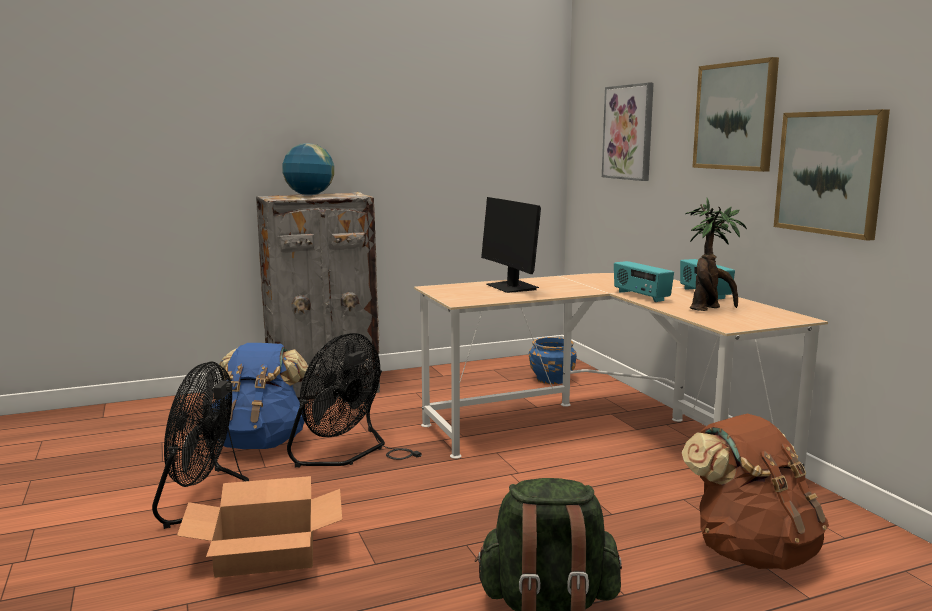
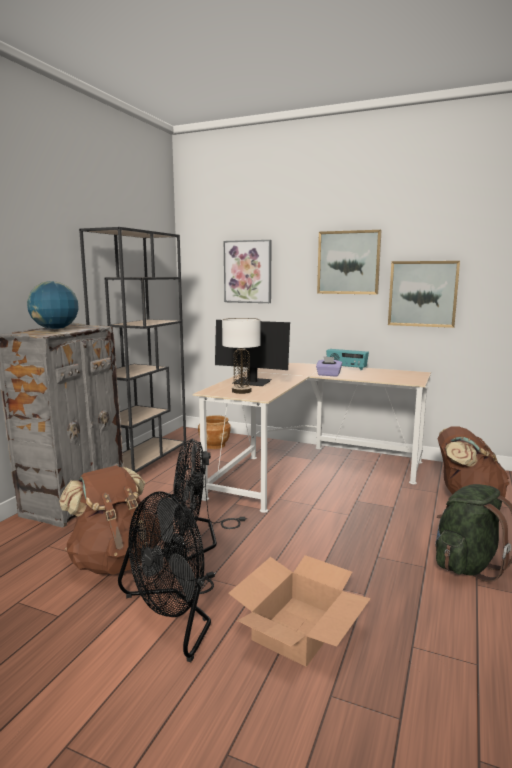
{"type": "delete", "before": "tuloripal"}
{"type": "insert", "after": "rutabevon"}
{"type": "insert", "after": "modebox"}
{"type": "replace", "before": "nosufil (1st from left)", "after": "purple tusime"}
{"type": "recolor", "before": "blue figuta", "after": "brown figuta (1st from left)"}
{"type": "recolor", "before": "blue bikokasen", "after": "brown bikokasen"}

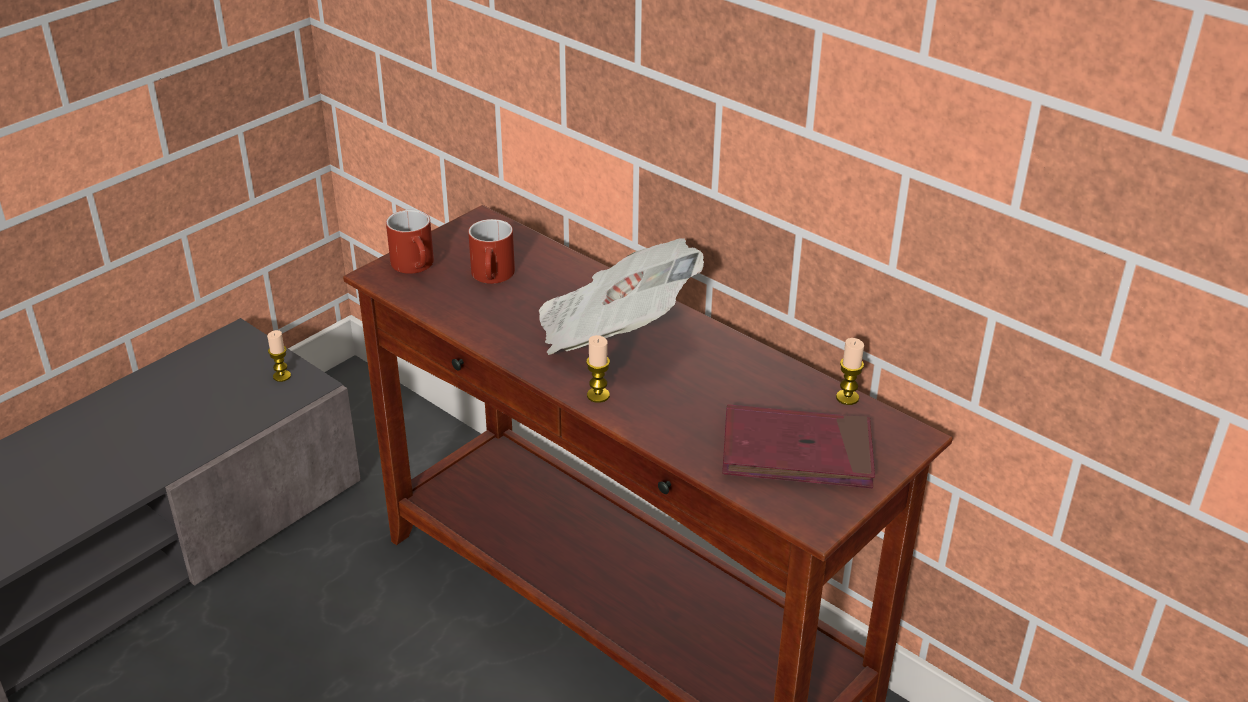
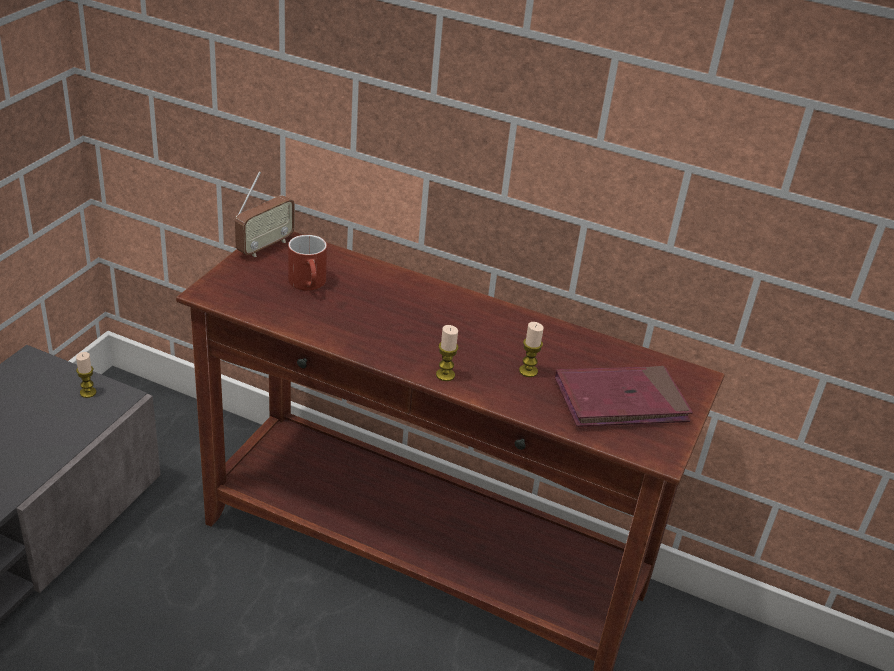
{"type": "delete", "before": "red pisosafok (1st from left)"}
{"type": "delete", "before": "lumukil"}
{"type": "insert", "after": "nosufil"}
{"type": "move", "before": "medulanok (3rd from left)"}

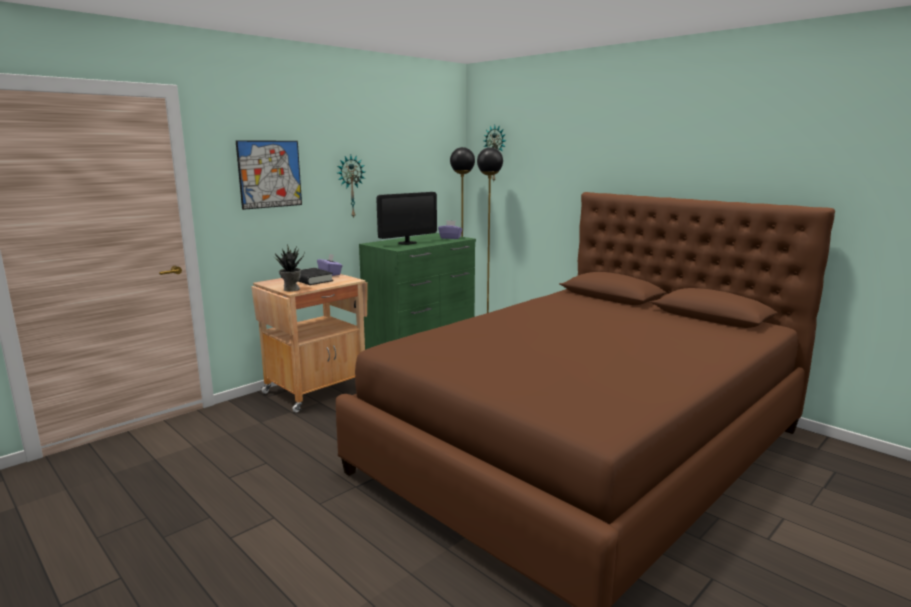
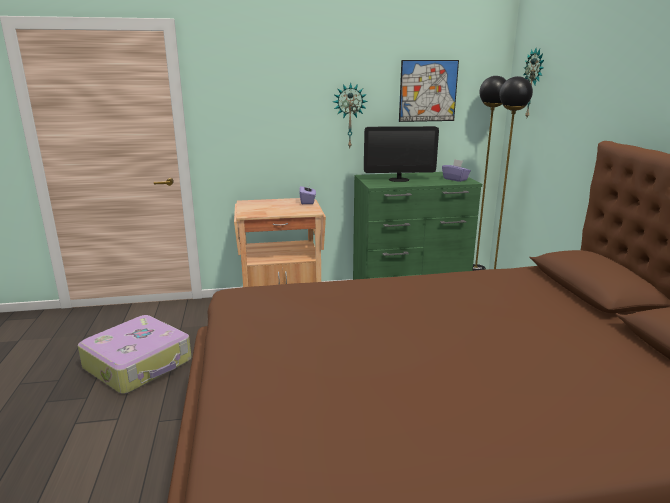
{"type": "delete", "before": "tuloripal"}
{"type": "delete", "before": "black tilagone"}
{"type": "insert", "after": "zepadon"}
{"type": "move", "before": "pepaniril"}

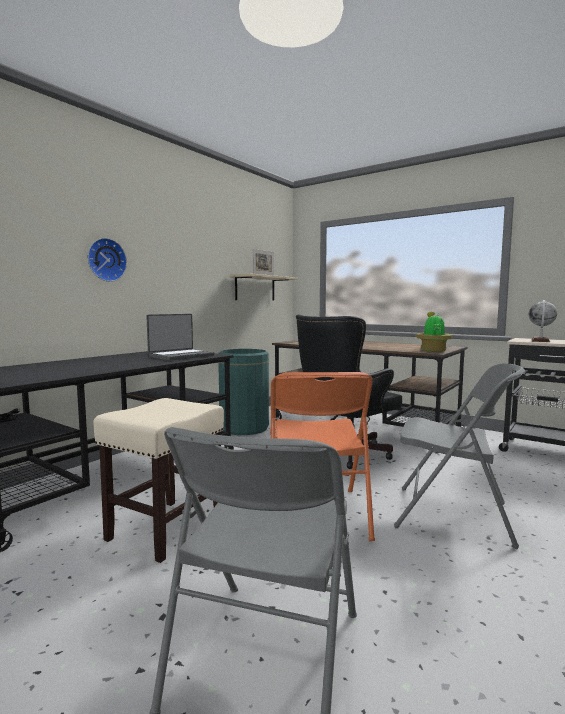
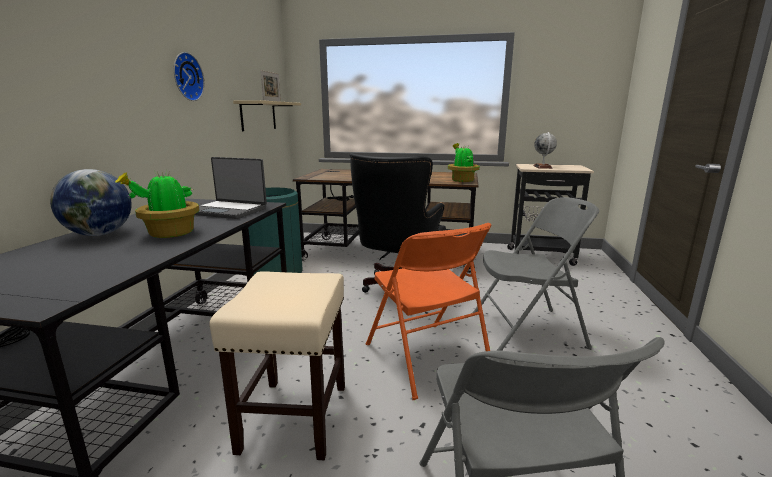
{"type": "insert", "after": "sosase (1st from left)"}
{"type": "insert", "after": "tuloripal (1st from left)"}
{"type": "move", "before": "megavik"}
{"type": "rotate", "before": "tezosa", "turn": 90}

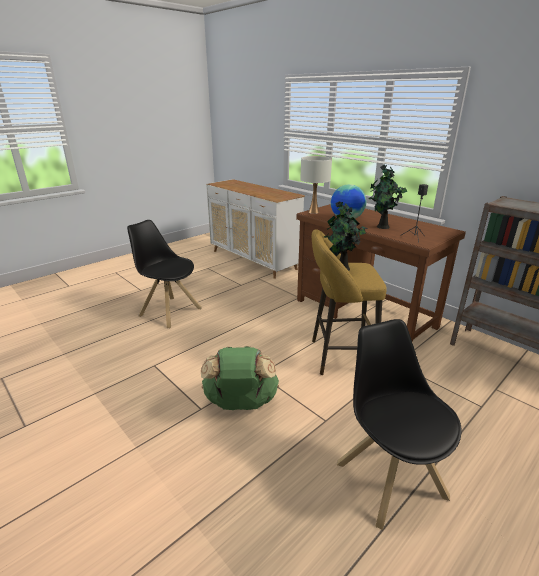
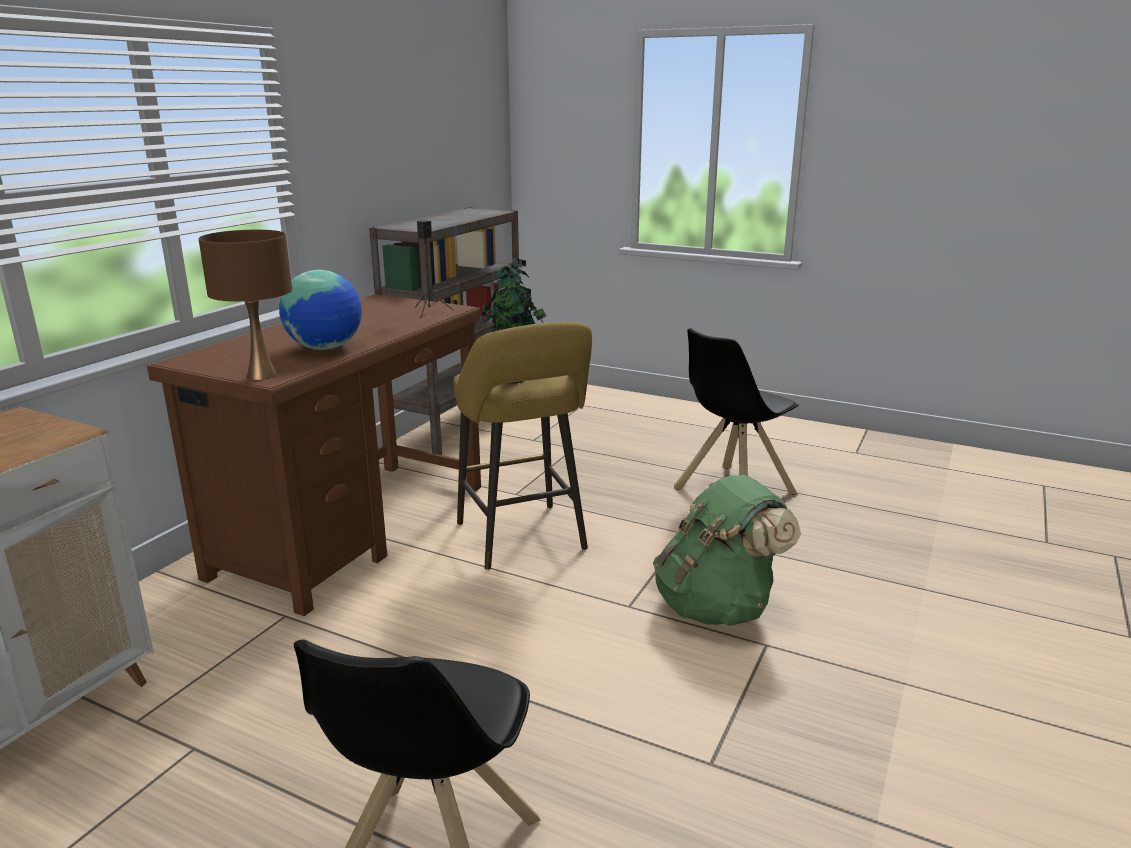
{"type": "delete", "before": "tuloripal (2nd from left)"}
{"type": "recolor", "before": "white modebox", "after": "brown modebox"}

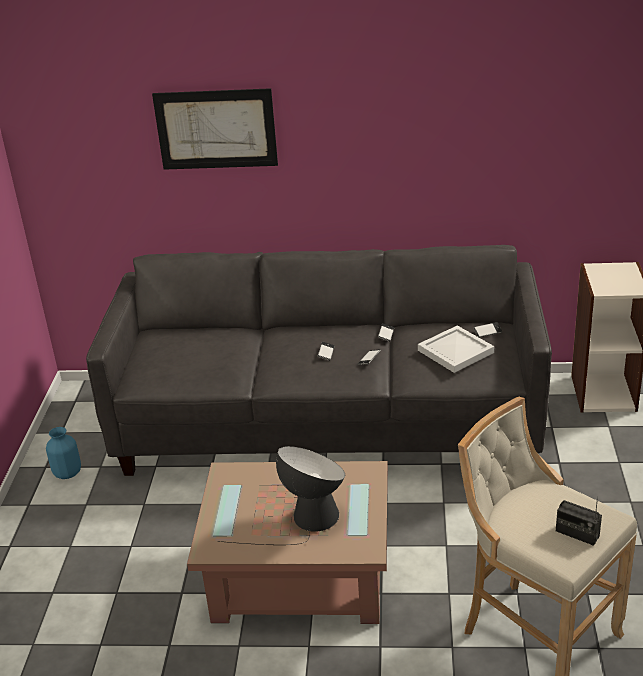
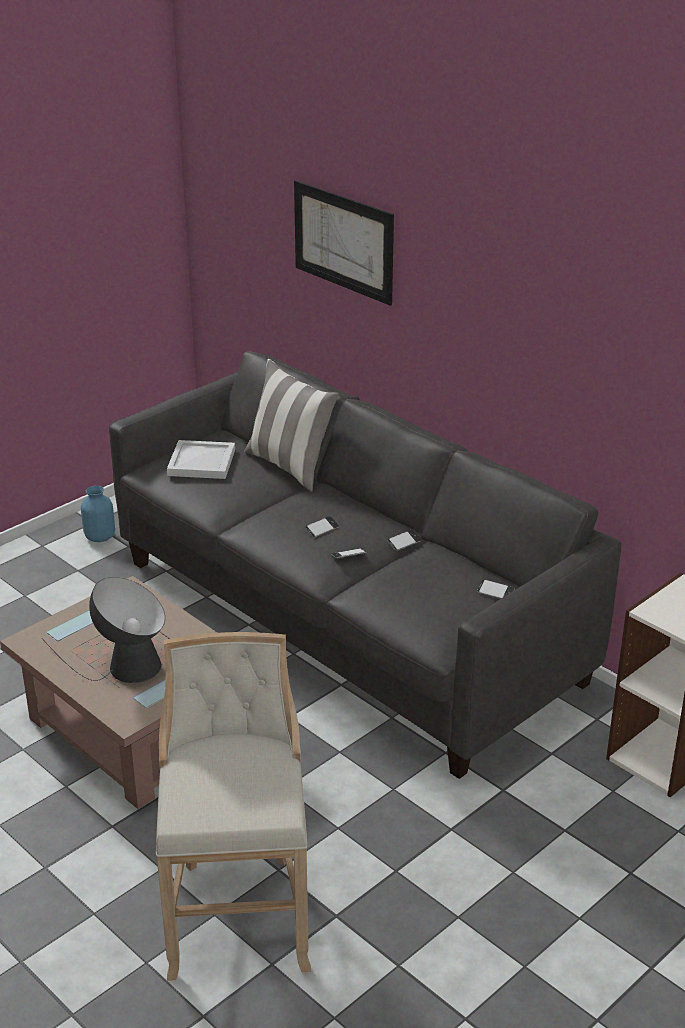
{"type": "delete", "before": "nosufil"}
{"type": "insert", "after": "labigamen"}
{"type": "move", "before": "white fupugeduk"}

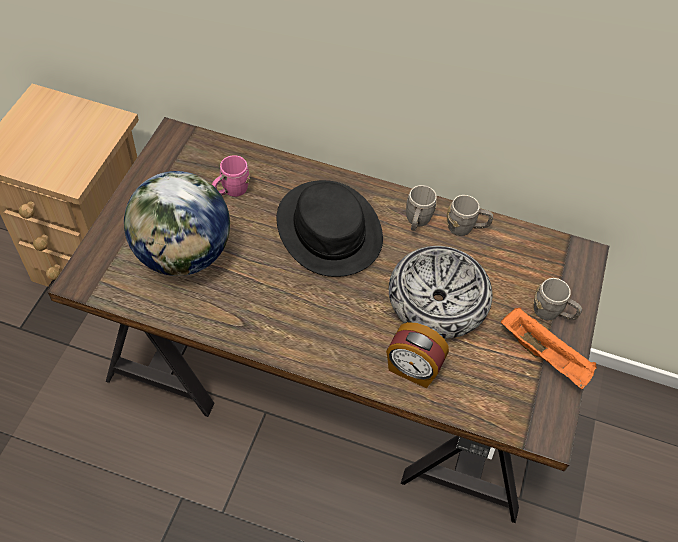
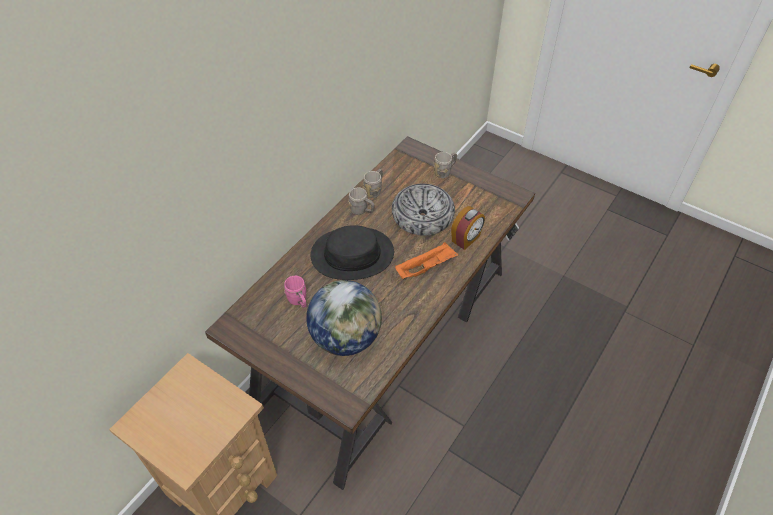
{"type": "move", "before": "orange fupugeduk"}

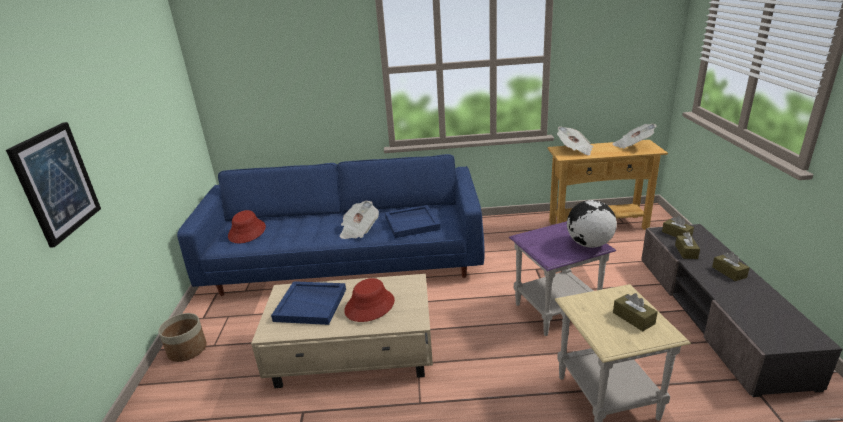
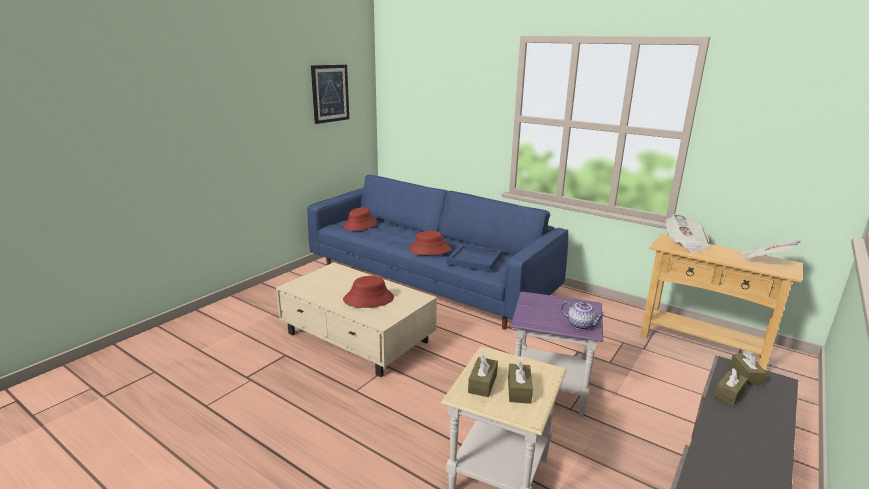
{"type": "delete", "before": "bikokasen"}
{"type": "delete", "before": "blue fupugeduk (1st from left)"}
{"type": "move", "before": "pepaniril"}
{"type": "move", "before": "brown tusime (4th from left in the first image)", "after": "brown tusime (1st from left)"}
{"type": "replace", "before": "lumukil (1st from left)", "after": "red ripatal (3rd from left)"}
{"type": "replace", "before": "sosase", "after": "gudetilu"}

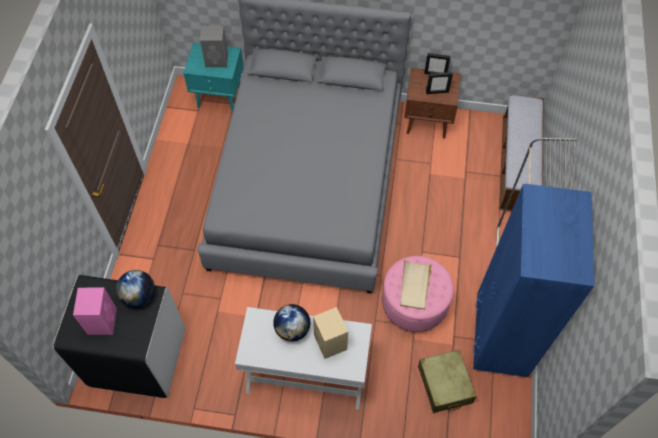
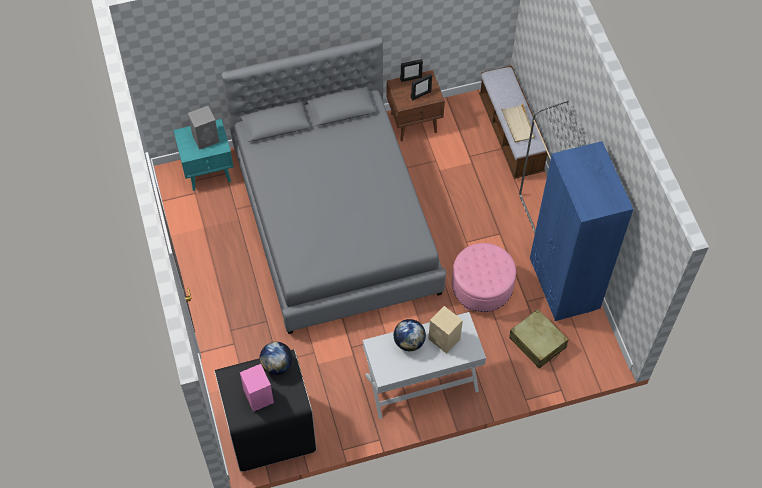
{"type": "move", "before": "beige fupugeduk"}

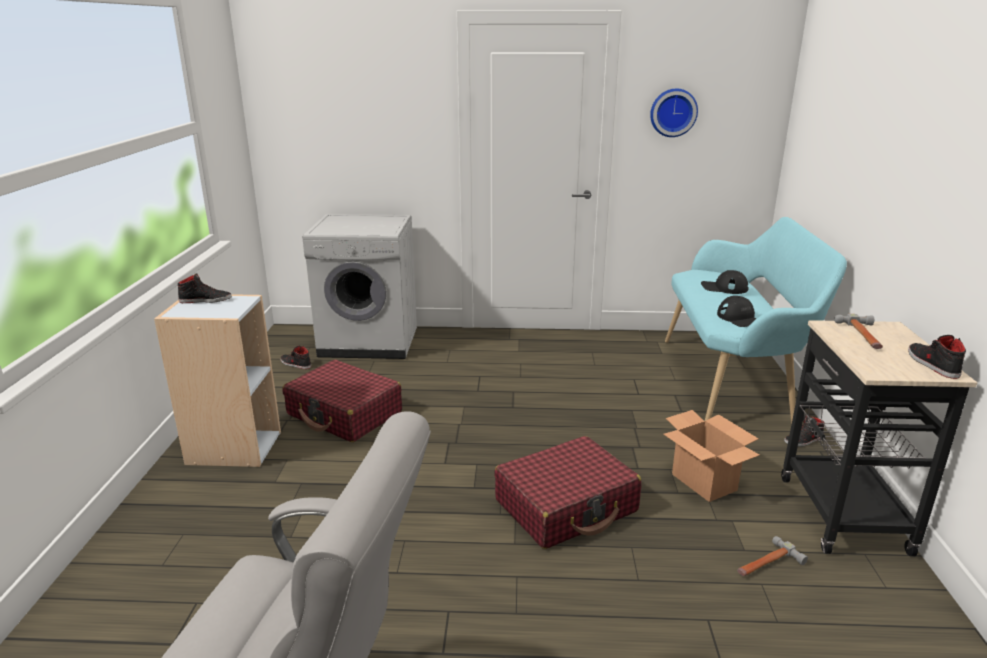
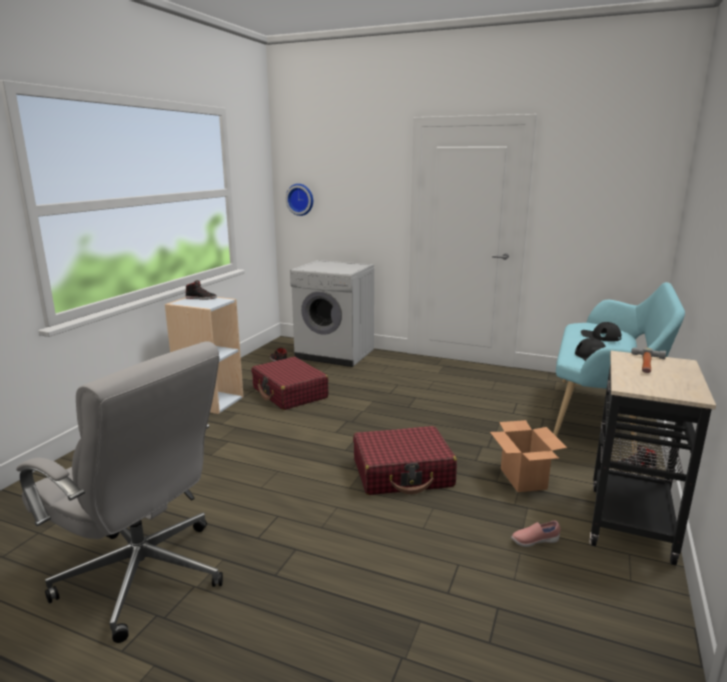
{"type": "delete", "before": "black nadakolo (4th from left)"}
{"type": "move", "before": "megavik"}
{"type": "replace", "before": "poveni (1st from left)", "after": "pink nadakolo"}

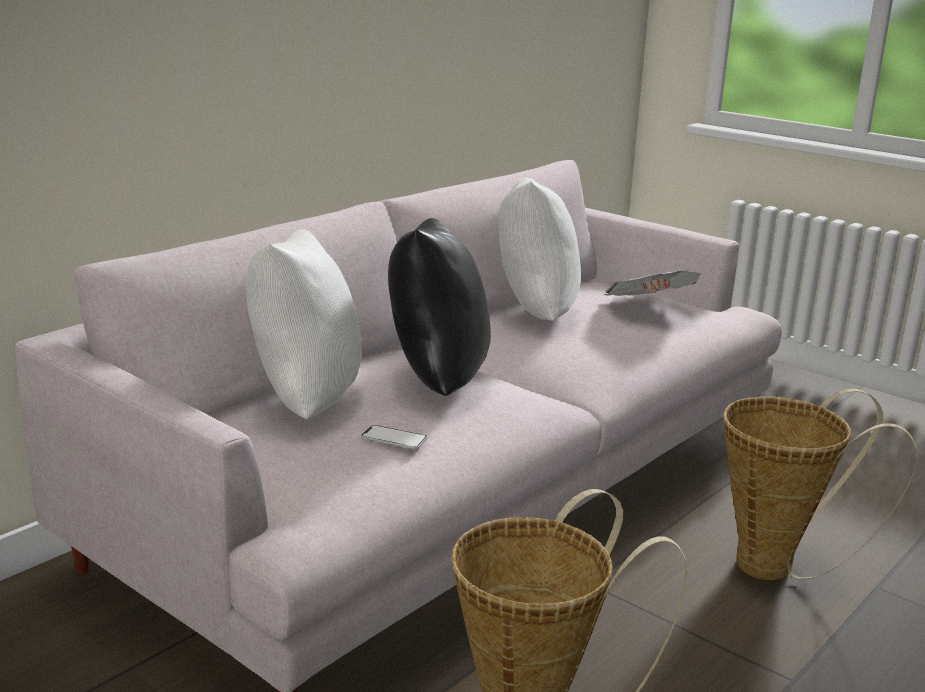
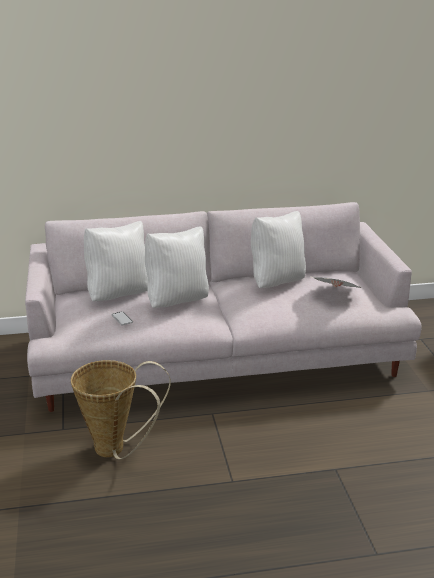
{"type": "delete", "before": "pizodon (2nd from left)"}
{"type": "recolor", "before": "black labigamen", "after": "white labigamen (2nd from left)"}

